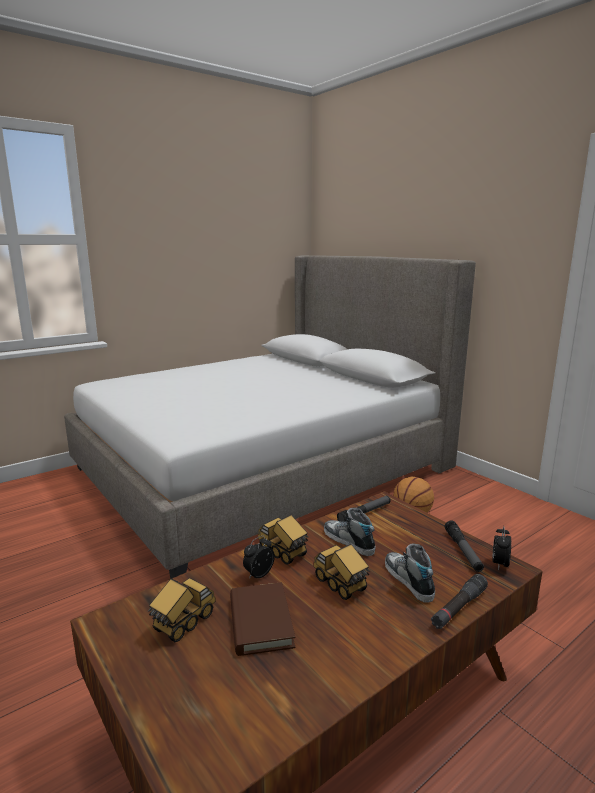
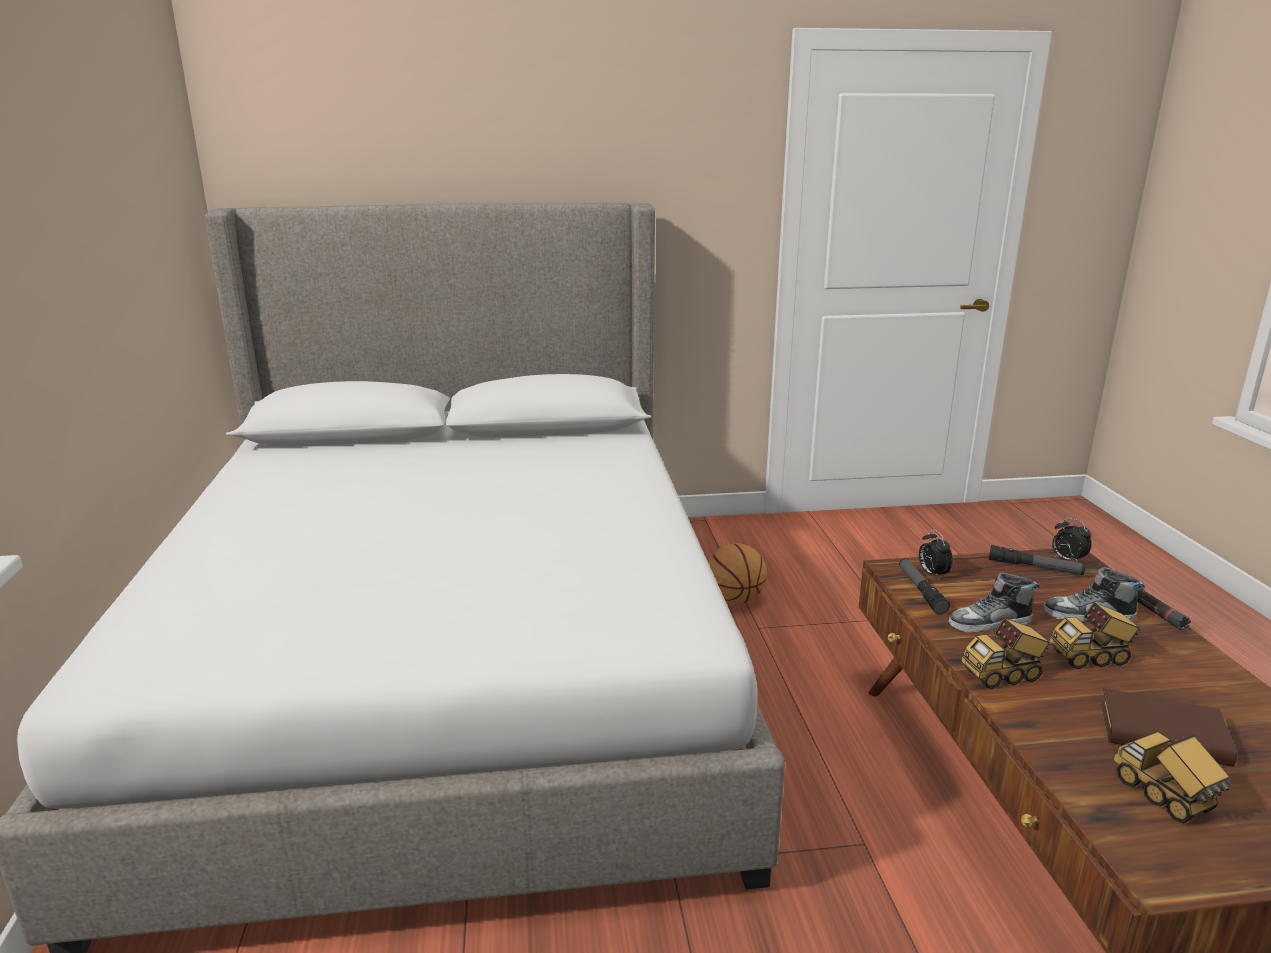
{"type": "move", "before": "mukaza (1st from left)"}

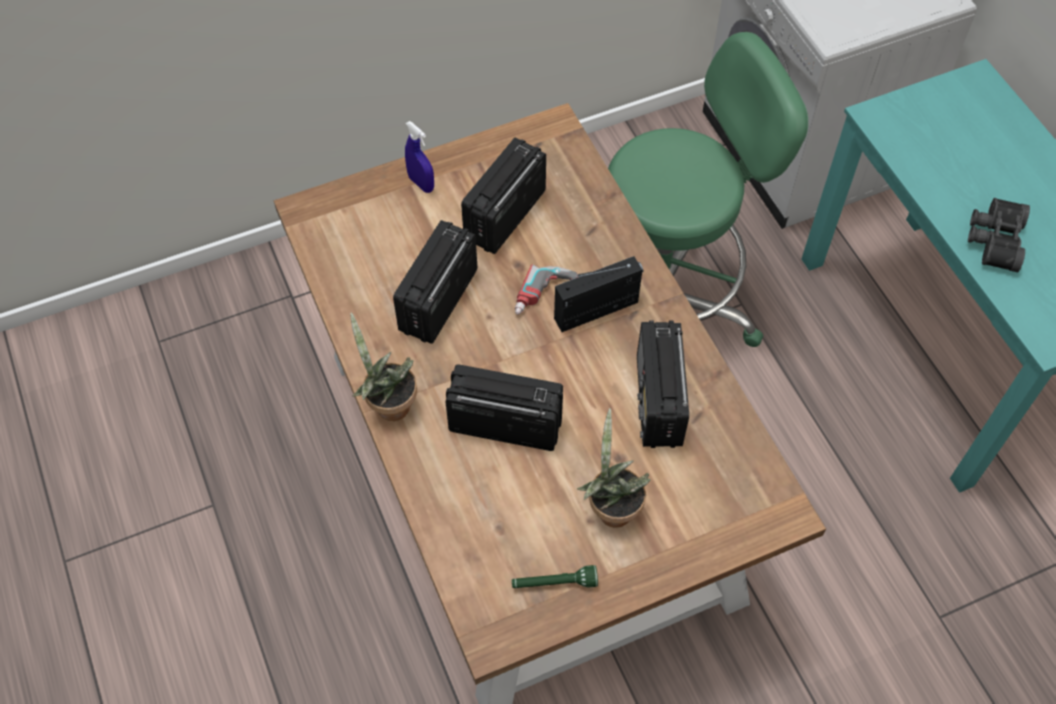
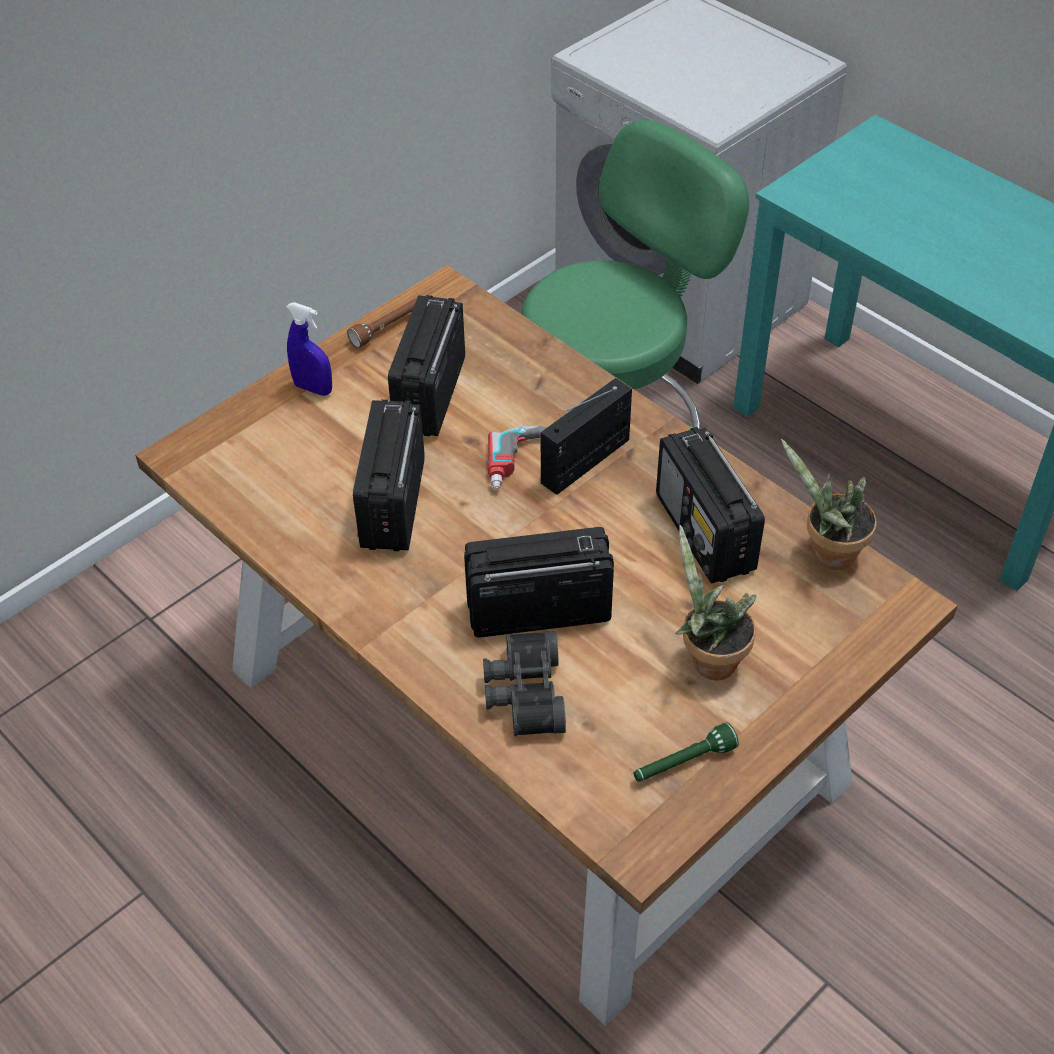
{"type": "insert", "after": "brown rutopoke"}
{"type": "move", "before": "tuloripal (1st from left in the first image)", "after": "tuloripal (2nd from left)"}
{"type": "move", "before": "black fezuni"}

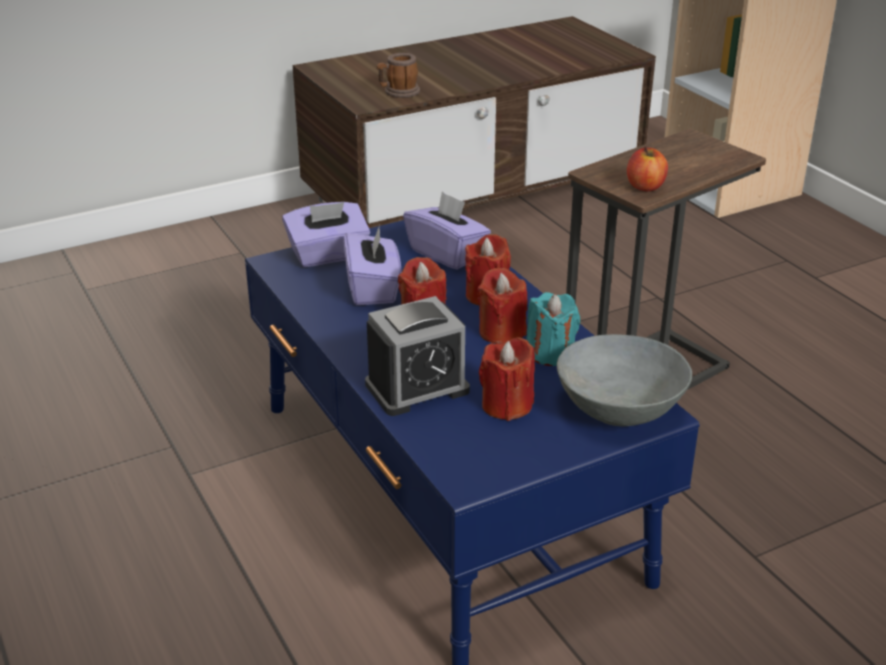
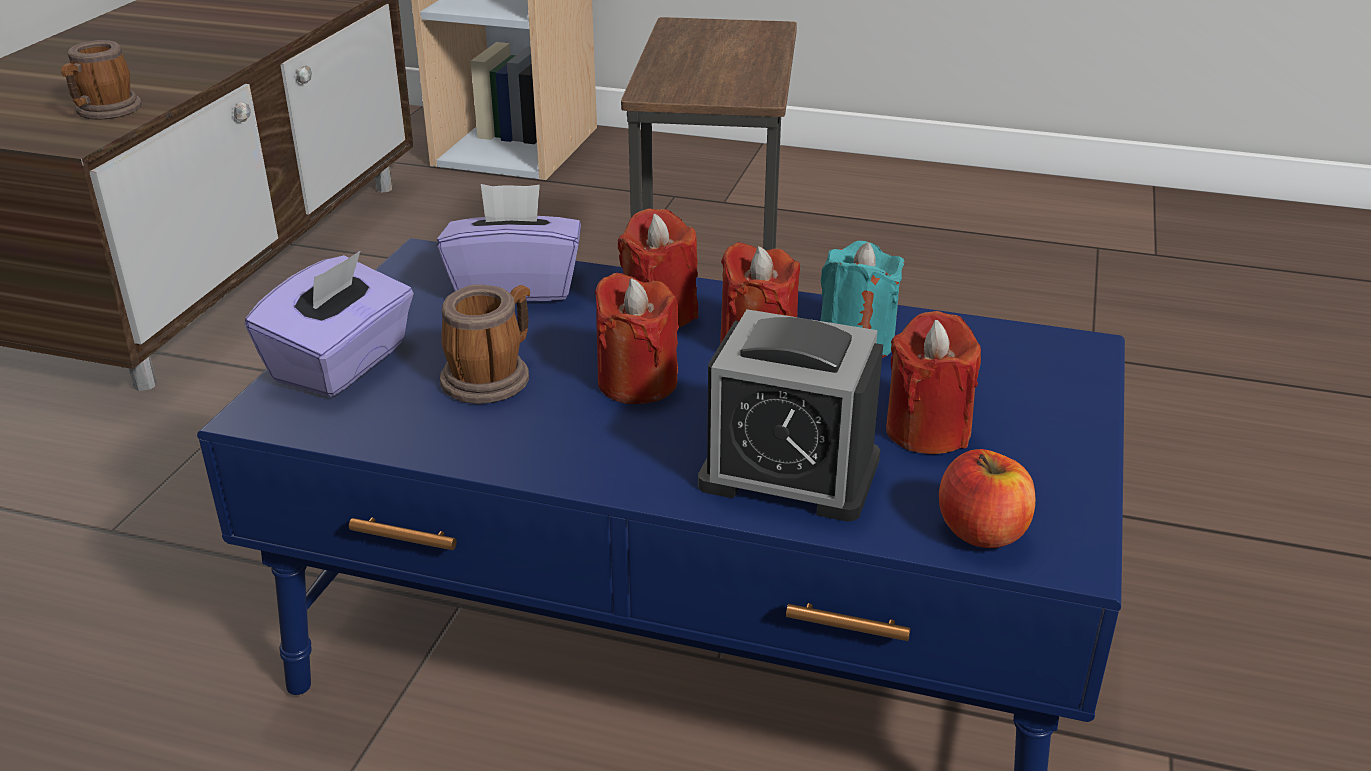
{"type": "delete", "before": "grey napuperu"}
{"type": "move", "before": "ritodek"}
{"type": "replace", "before": "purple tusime (2nd from left)", "after": "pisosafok (2nd from left)"}
{"type": "rotate", "before": "mukaza", "turn": 90}

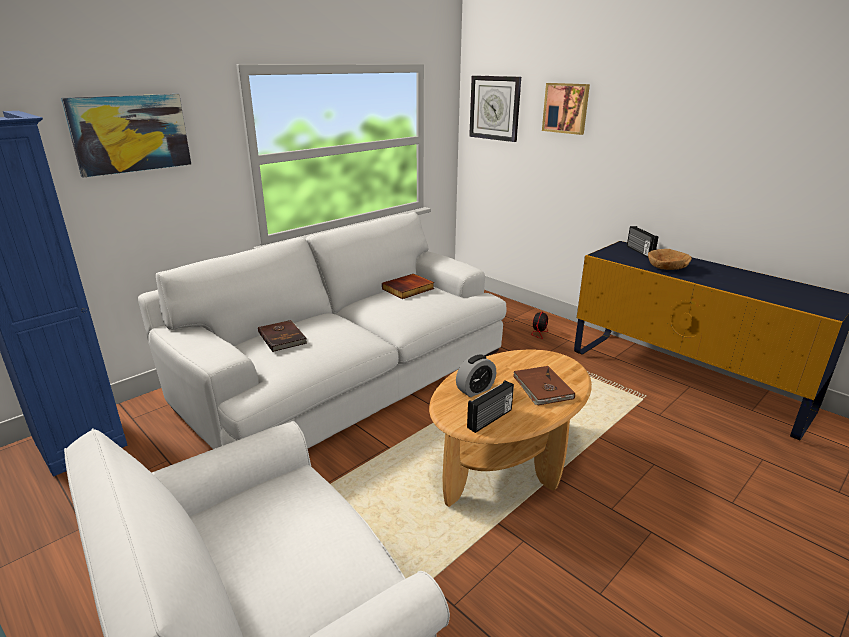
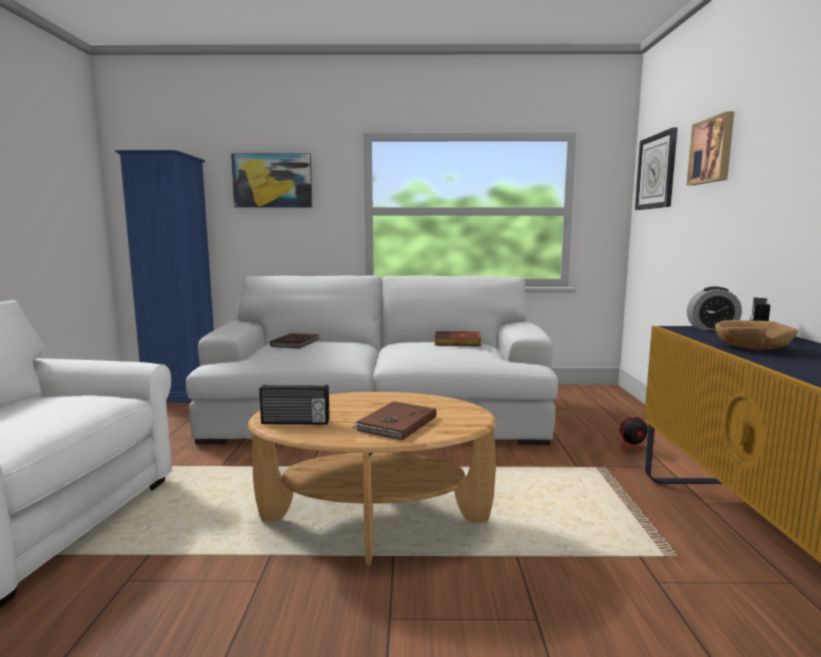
{"type": "move", "before": "mukaza"}

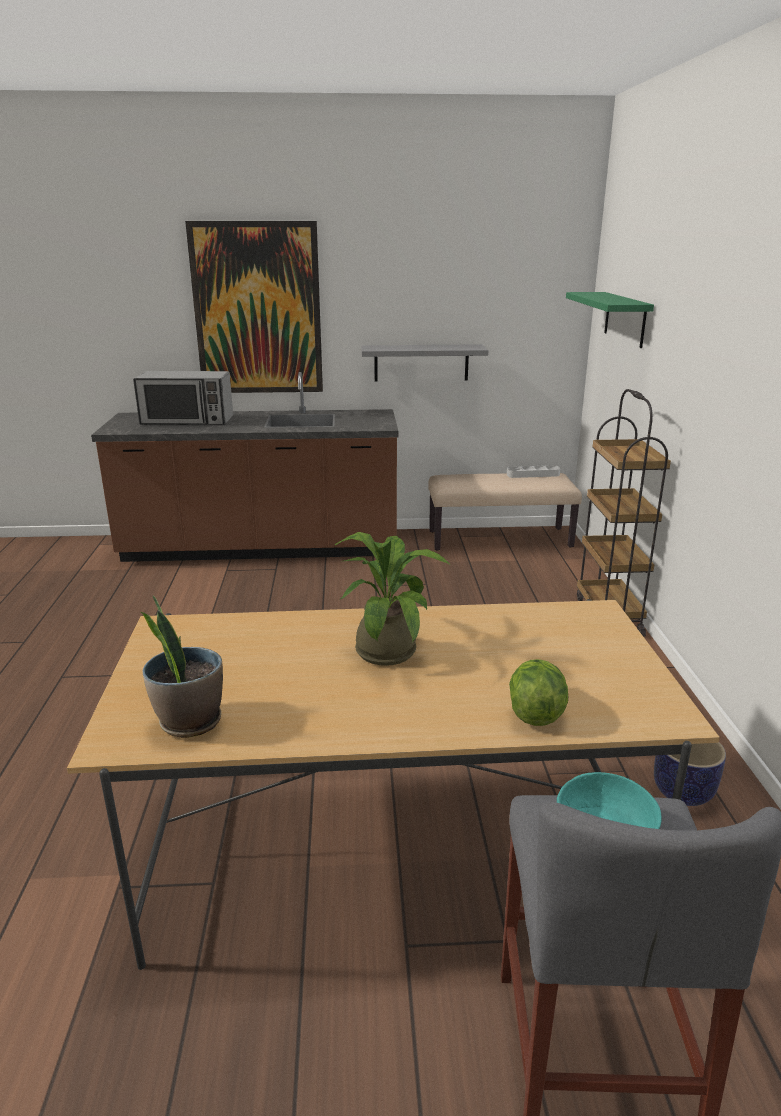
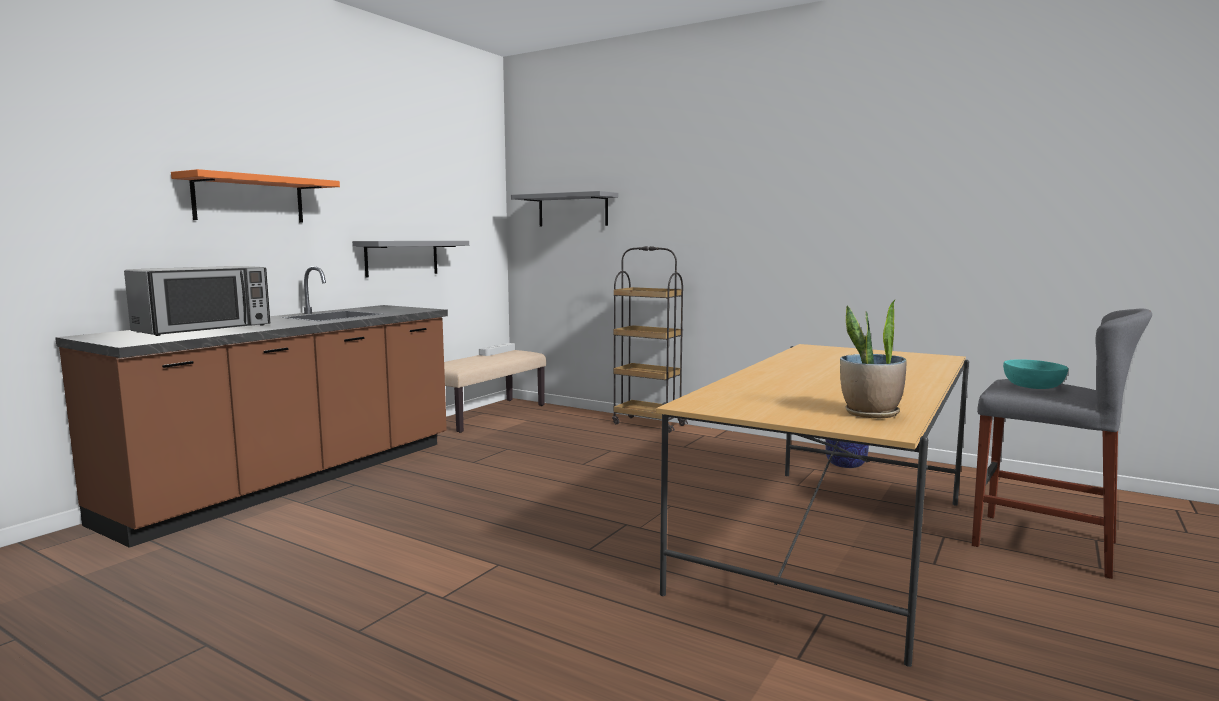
{"type": "delete", "before": "tuloripal (2nd from left)"}
{"type": "delete", "before": "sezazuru"}
{"type": "replace", "before": "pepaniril", "after": "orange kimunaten"}
{"type": "recolor", "before": "green kimunaten", "after": "grey kimunaten (2nd from left)"}

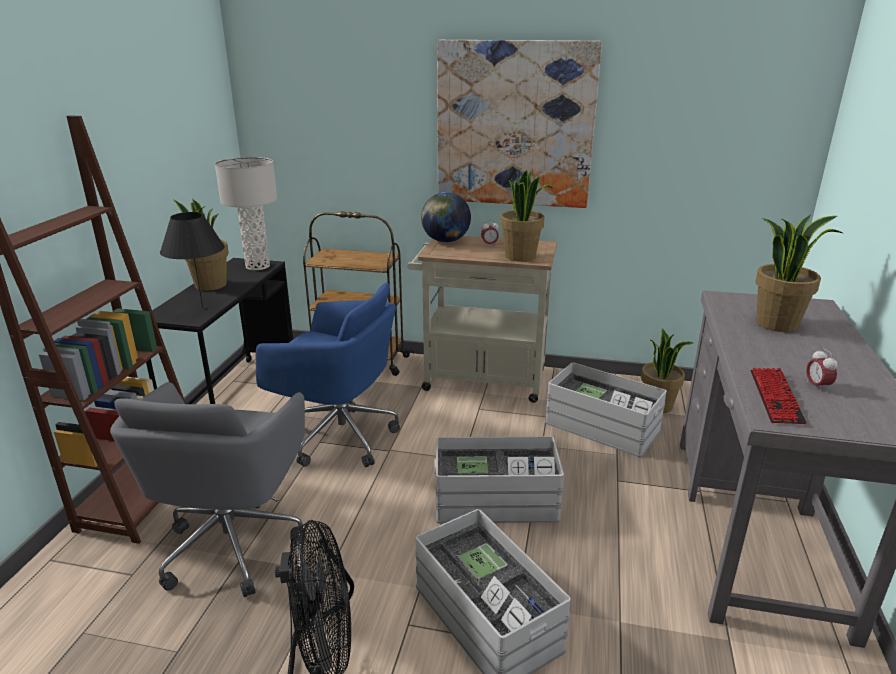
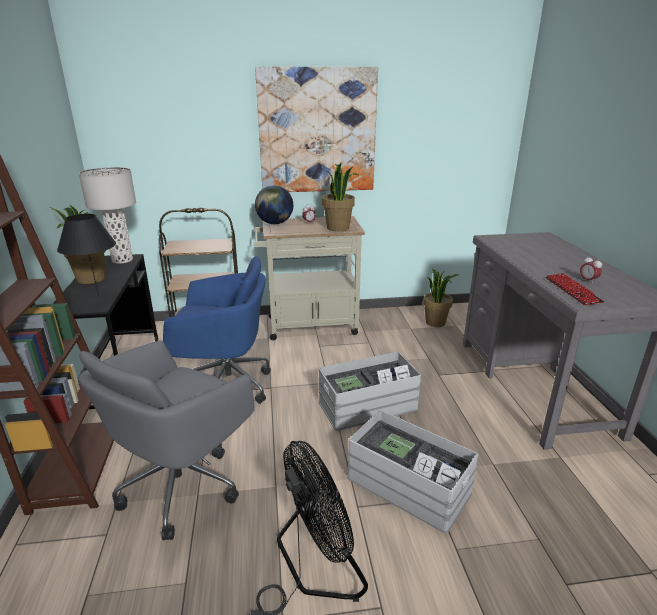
{"type": "delete", "before": "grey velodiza (3rd from left)"}
{"type": "delete", "before": "tuloripal (4th from left)"}
{"type": "rotate", "before": "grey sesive", "turn": 45}

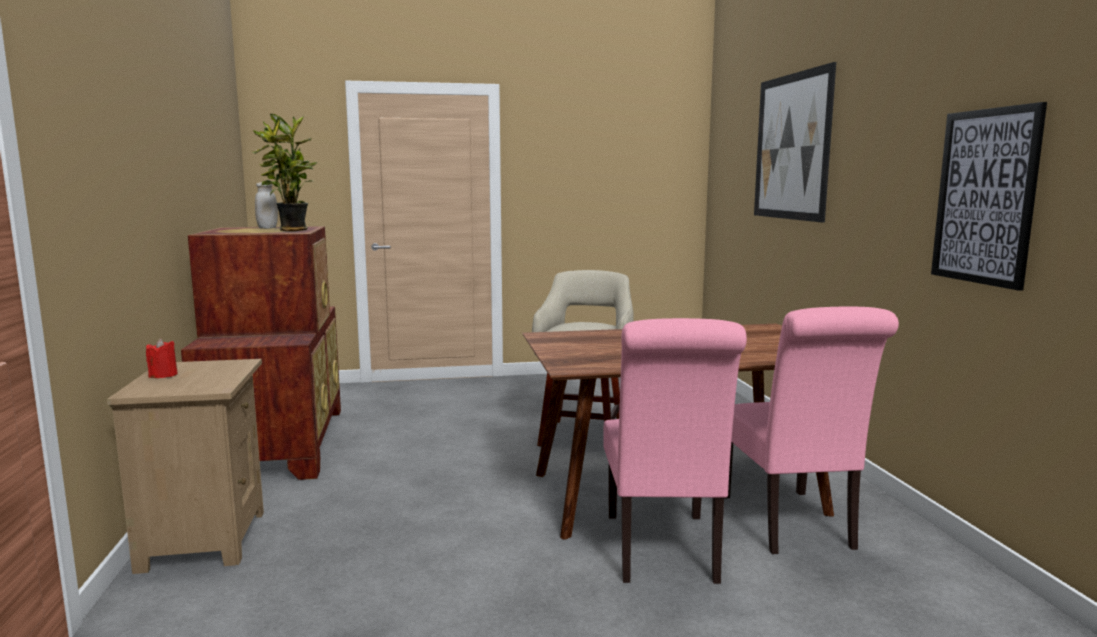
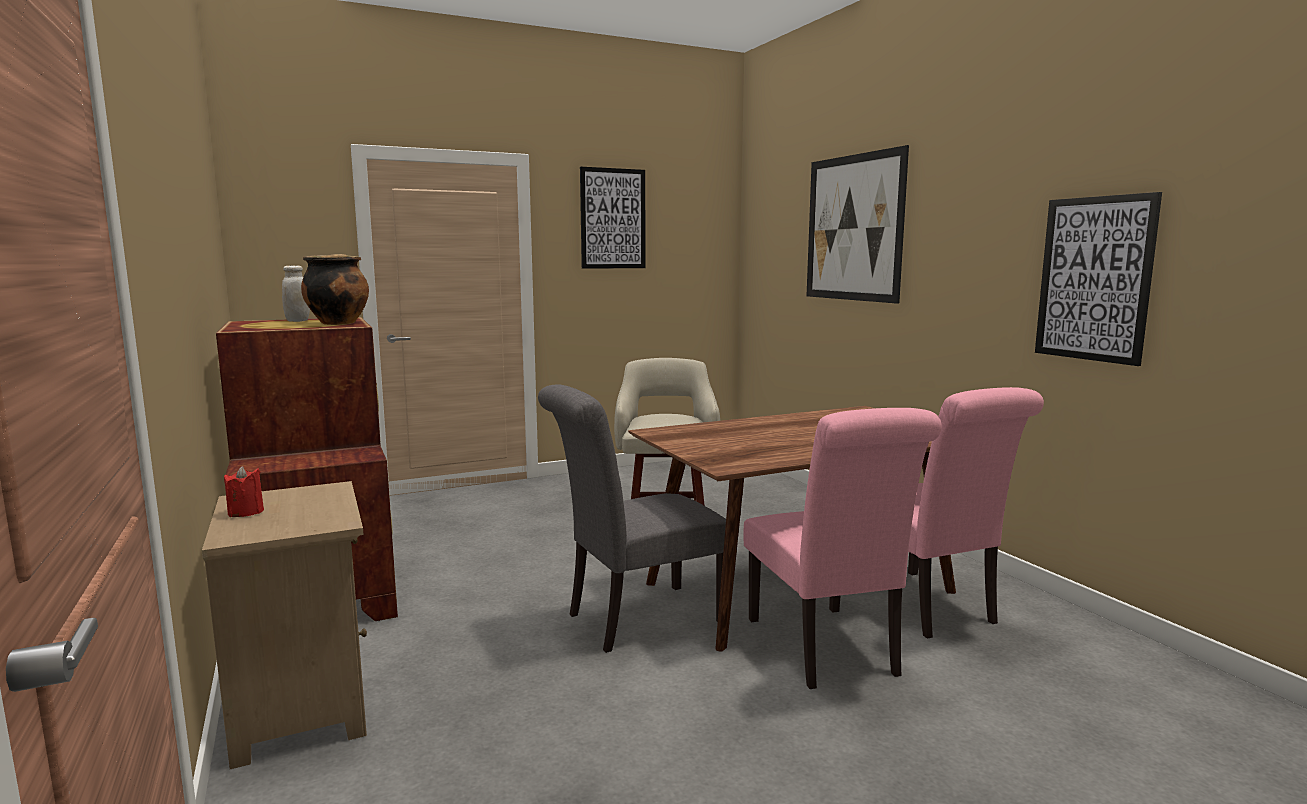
{"type": "insert", "after": "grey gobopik"}
{"type": "insert", "after": "pepaniril (1st from left)"}
{"type": "replace", "before": "tuloripal", "after": "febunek"}

